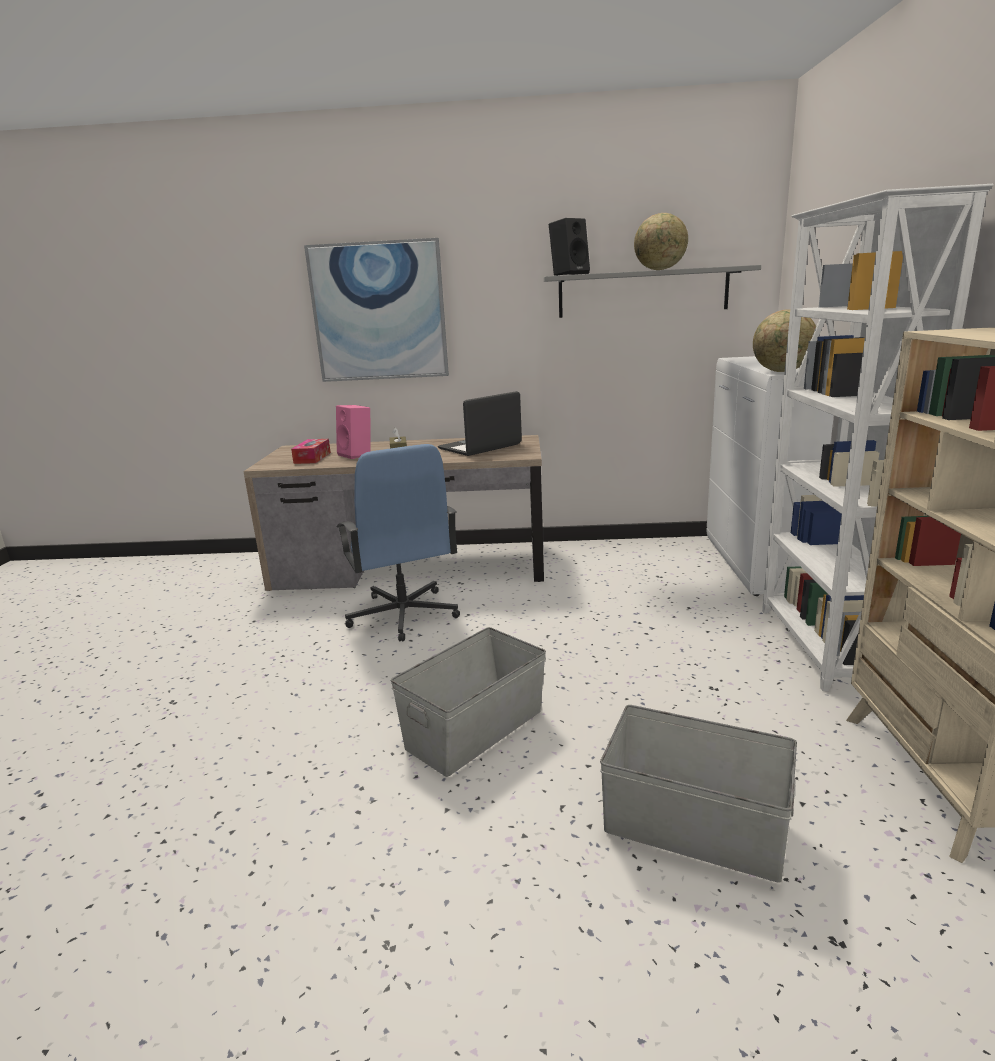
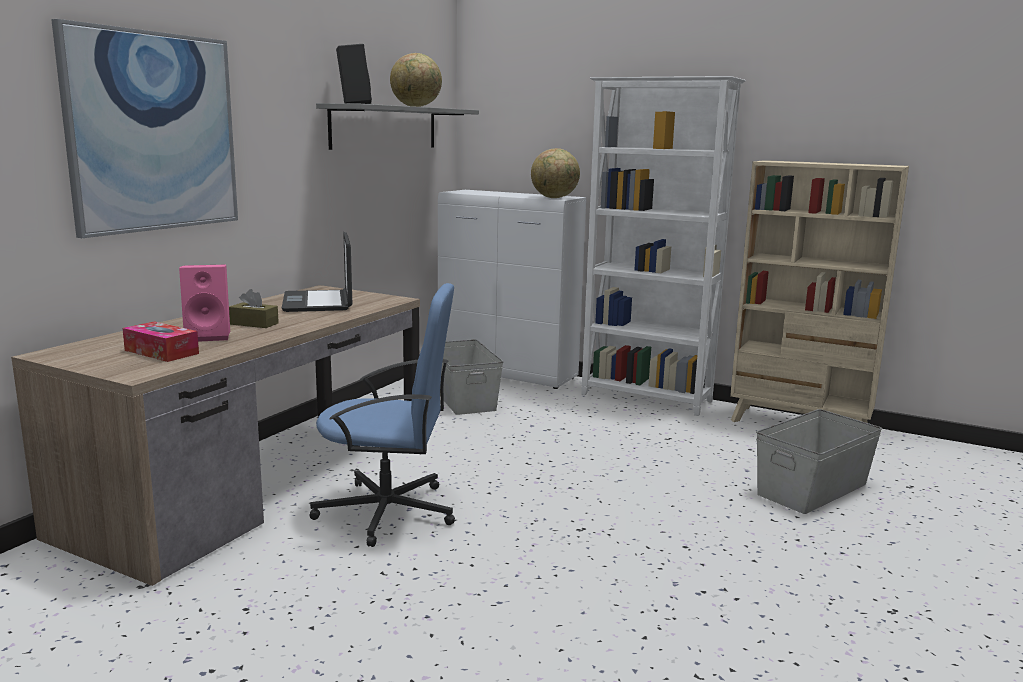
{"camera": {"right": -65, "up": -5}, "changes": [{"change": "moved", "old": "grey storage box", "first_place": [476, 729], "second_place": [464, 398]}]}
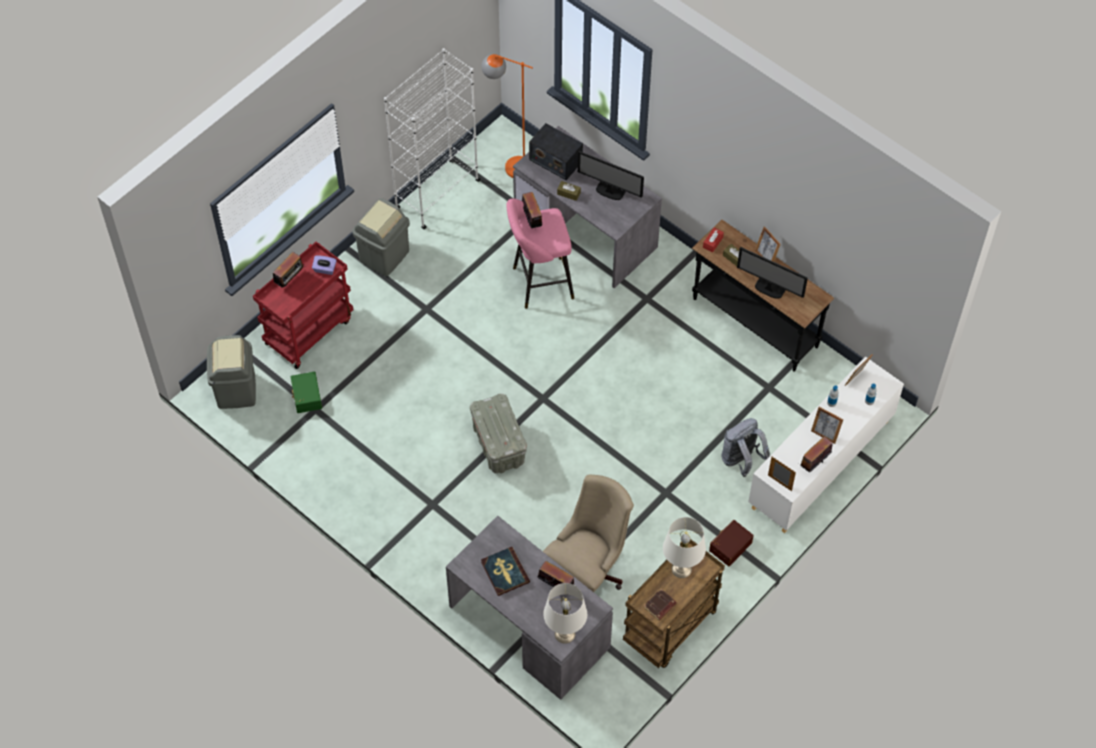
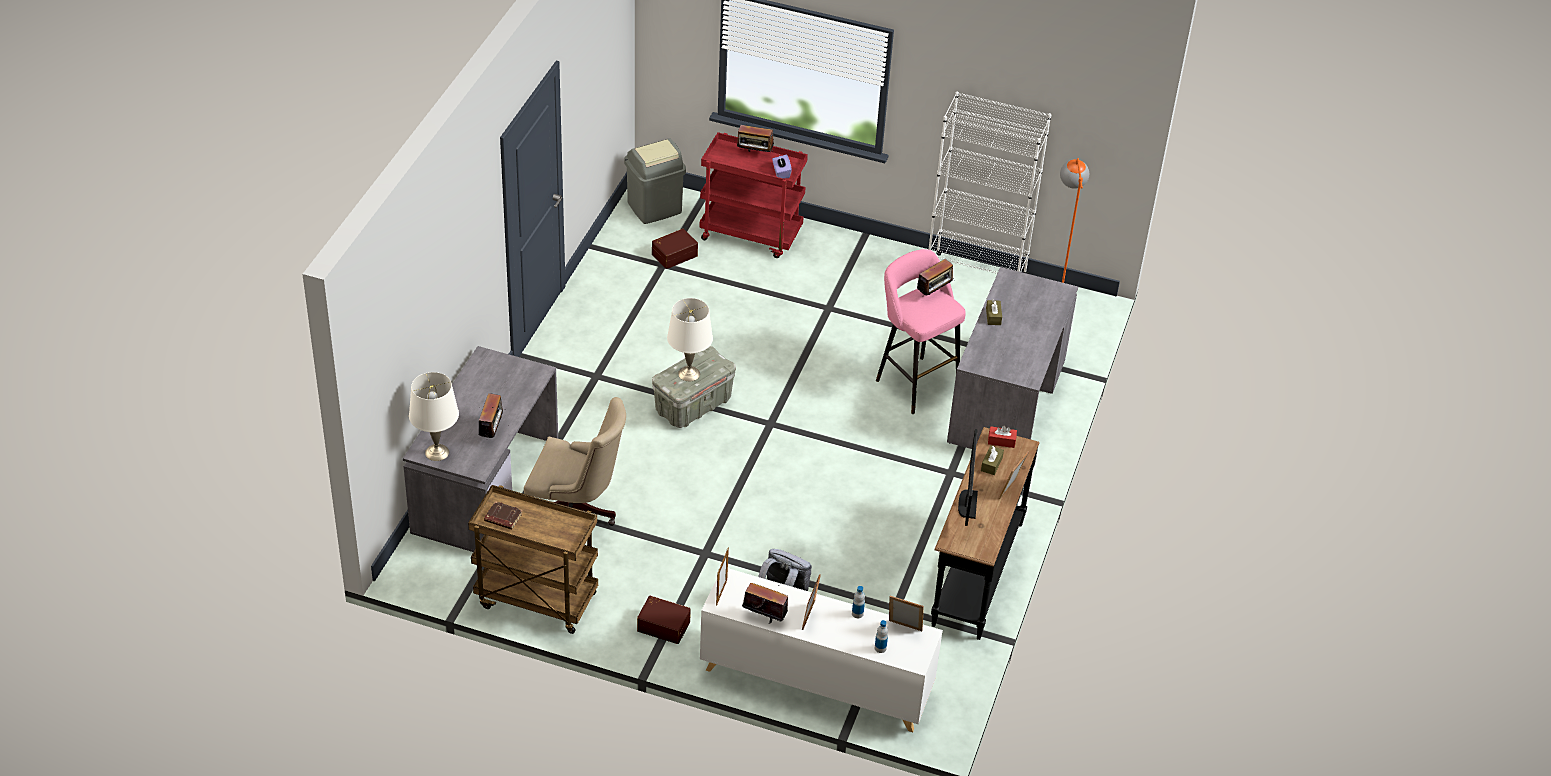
{"camera": {"right": 65, "up": -15}, "changes": [{"change": "recoloured", "old": "green storage box", "new": "brown storage box", "first_place": [306, 396], "second_place": [674, 254]}, {"change": "removed", "old": "grey trash can", "first_place": [384, 255]}, {"change": "removed", "old": "book", "first_place": [504, 572]}, {"change": "removed", "old": "radio", "first_place": [555, 160]}, {"change": "removed", "old": "monitor", "first_place": [609, 192]}, {"change": "moved", "old": "white table lamp", "first_place": [681, 569], "second_place": [689, 373]}]}
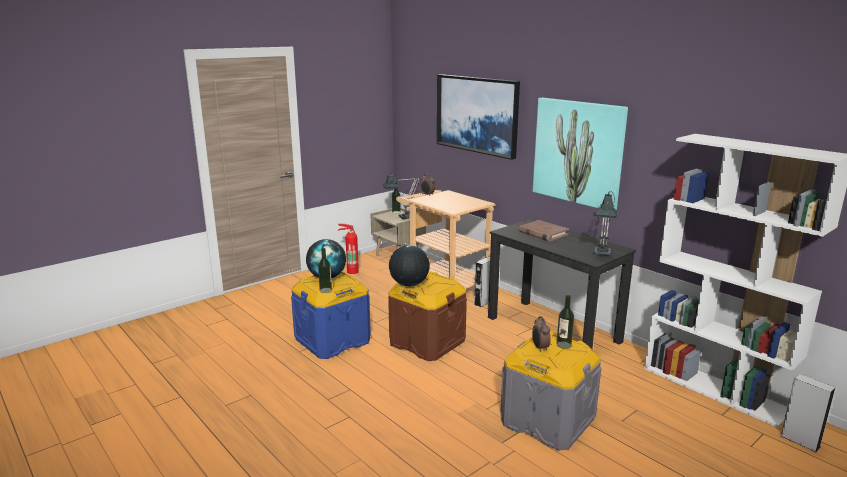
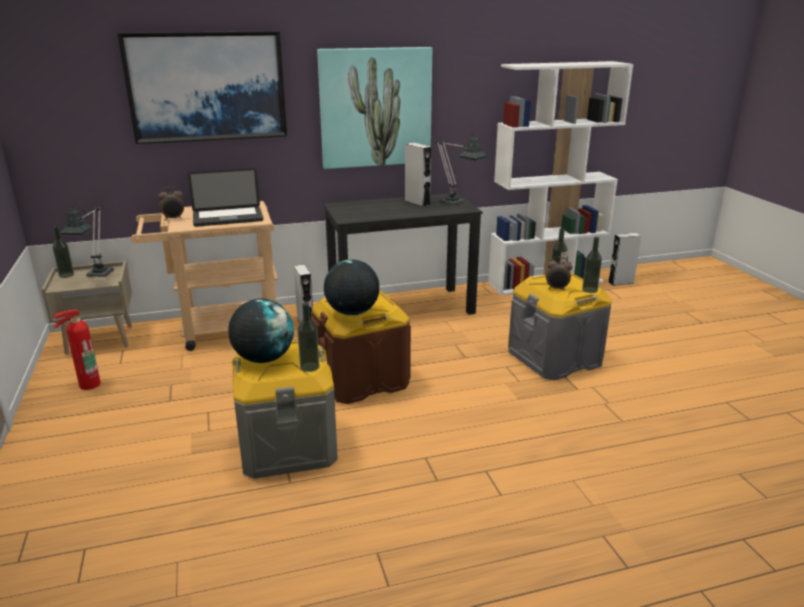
{"camera": {"right": -65, "up": 5}, "changes": [{"change": "recoloured", "old": "blue storage box", "new": "grey storage box", "first_place": [332, 340], "second_place": [287, 446]}, {"change": "removed", "old": "brown book", "first_place": [543, 233]}, {"change": "added", "new": "laptop", "second_place": [228, 218]}, {"change": "added", "new": "grey speaker", "second_place": [417, 202]}, {"change": "added", "new": "bottle", "second_place": [589, 290]}]}
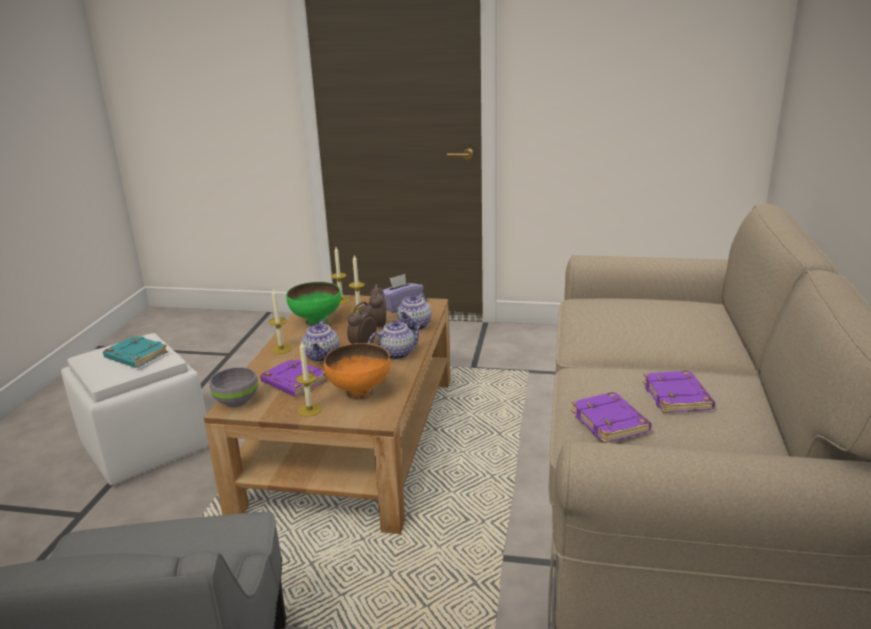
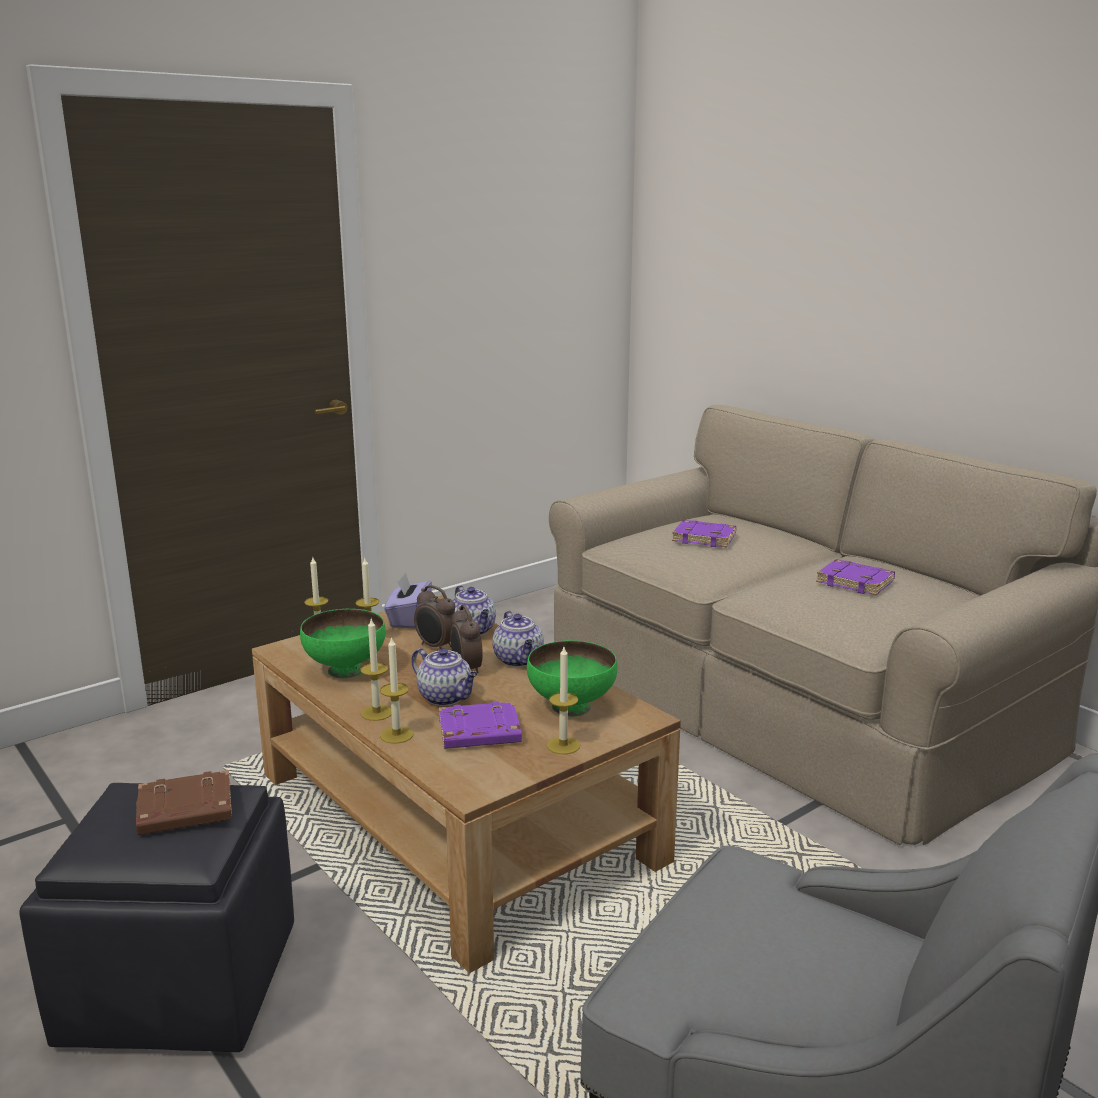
{"camera": {"right": -50, "up": -5}, "changes": [{"change": "recoloured", "old": "white ottoman", "new": "black ottoman", "first_place": [147, 446], "second_place": [184, 983]}, {"change": "recoloured", "old": "turquoise book", "new": "brown book", "first_place": [135, 356], "second_place": [184, 811]}, {"change": "removed", "old": "grey bowl", "first_place": [235, 401]}, {"change": "recoloured", "old": "orange bowl", "new": "green bowl", "first_place": [359, 392], "second_place": [571, 708]}, {"change": "turned", "old": "teapot", "first_place": [397, 353], "second_place": [519, 660], "degrees": 150}, {"change": "moved", "old": "purple book", "first_place": [611, 422], "second_place": [705, 538]}, {"change": "added", "new": "candle", "second_place": [396, 735]}]}
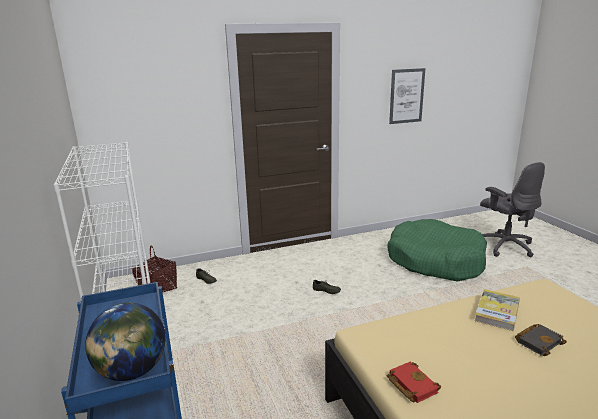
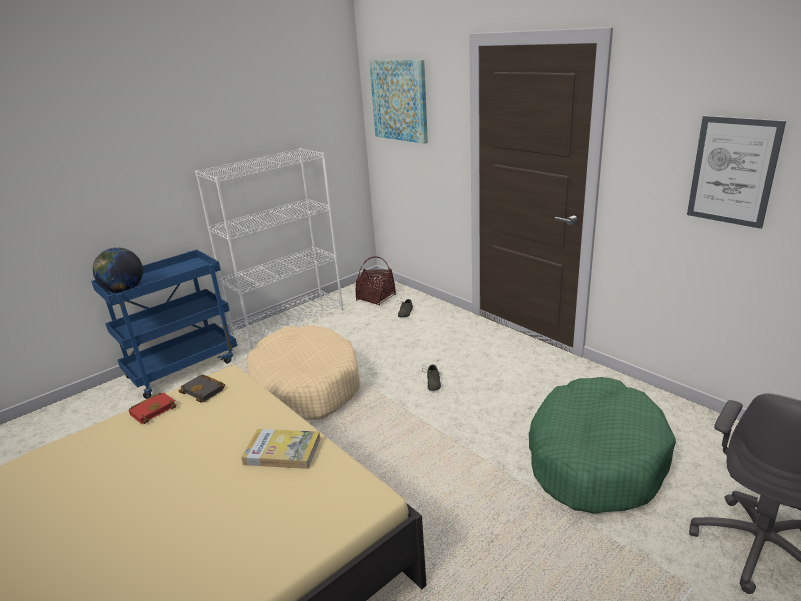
{"camera": {"right": 70, "up": 5}, "changes": [{"change": "moved", "old": "black book", "first_place": [538, 341], "second_place": [204, 391]}, {"change": "added", "new": "beige dog bed", "second_place": [305, 385]}, {"change": "added", "new": "picture", "second_place": [399, 100]}]}
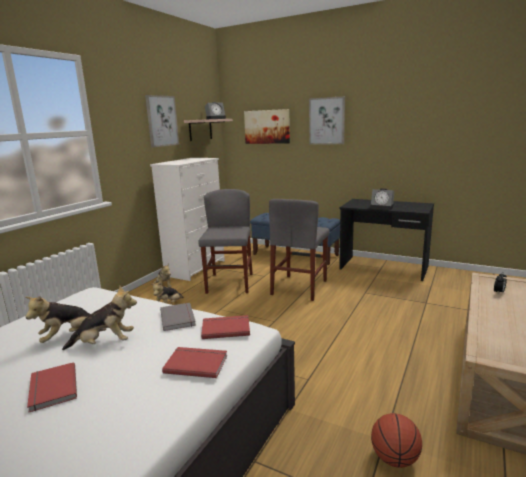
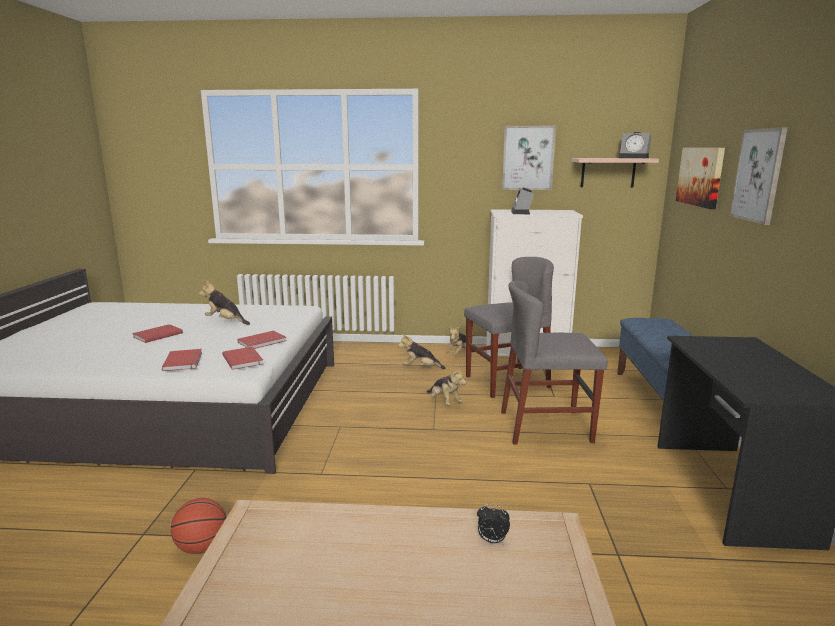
{"camera": {"right": 65, "up": 0}, "changes": [{"change": "moved", "old": "plush toy", "first_place": [105, 343], "second_place": [444, 402]}, {"change": "recoloured", "old": "grey book", "new": "red book", "first_place": [179, 317], "second_place": [263, 342]}, {"change": "moved", "old": "alarm clock", "first_place": [382, 207], "second_place": [522, 213]}]}
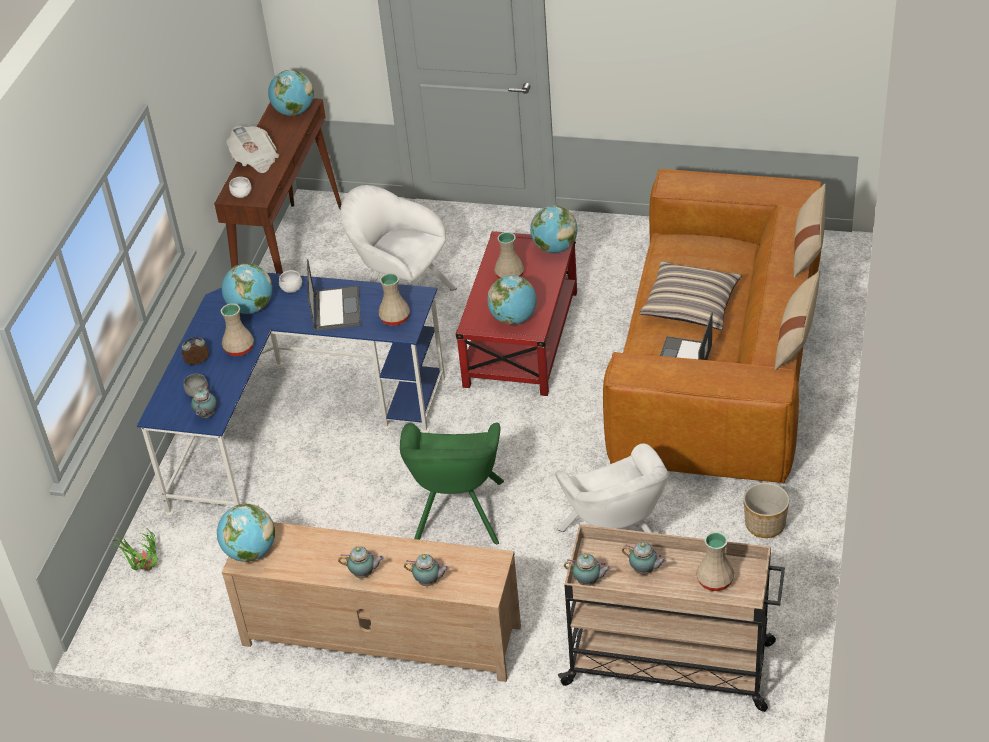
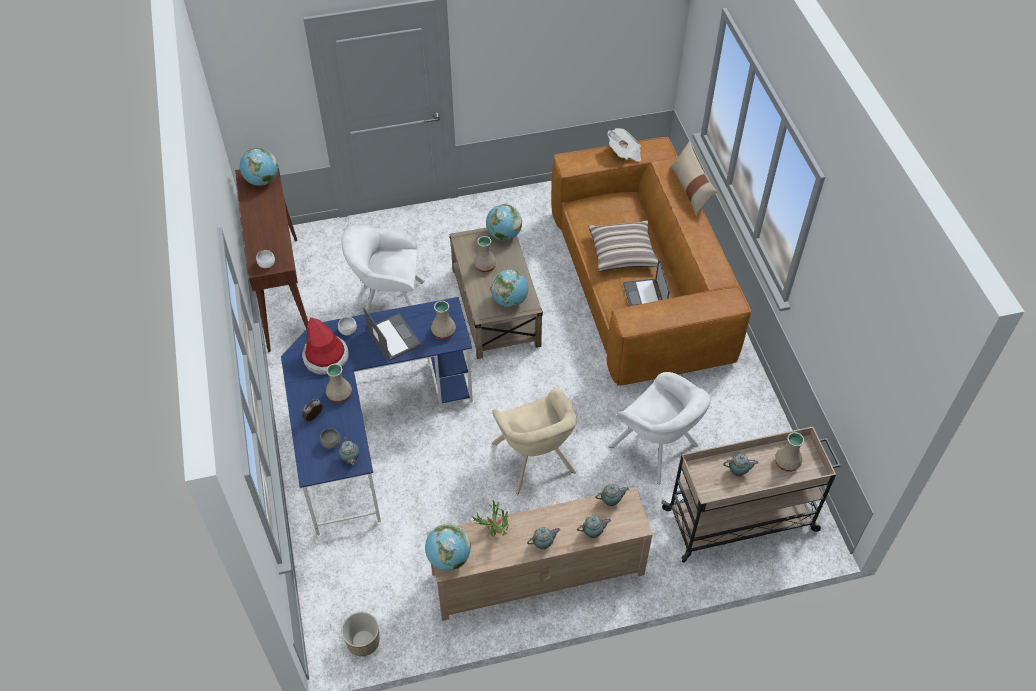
{"camera": {"right": -30, "up": 10}, "changes": [{"change": "moved", "old": "potted plant", "first_place": [144, 572], "second_place": [494, 534]}, {"change": "replaced", "old": "globe", "new": "hat", "first_place": [251, 308], "second_place": [326, 357]}, {"change": "moved", "old": "newspaper", "first_place": [255, 160], "second_place": [624, 153]}, {"change": "recoloured", "old": "green armchair", "new": "beige armchair", "first_place": [458, 516], "second_place": [535, 461]}, {"change": "recoloured", "old": "red coffee table", "new": "beige coffee table", "first_place": [521, 339], "second_place": [495, 307]}, {"change": "moved", "old": "teapot", "first_place": [588, 582], "second_place": [611, 501]}, {"change": "moved", "old": "planter", "first_place": [765, 525], "second_place": [363, 641]}, {"change": "removed", "old": "beige pillow", "first_place": [796, 337]}]}
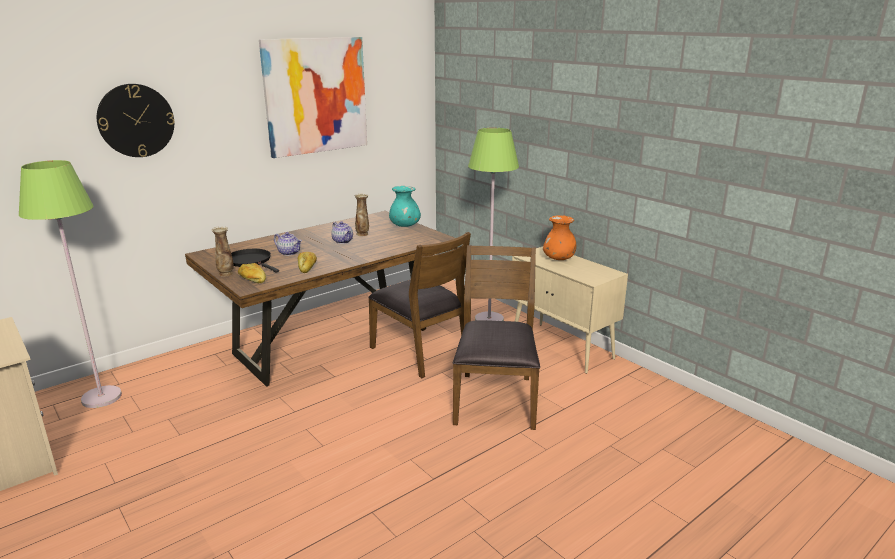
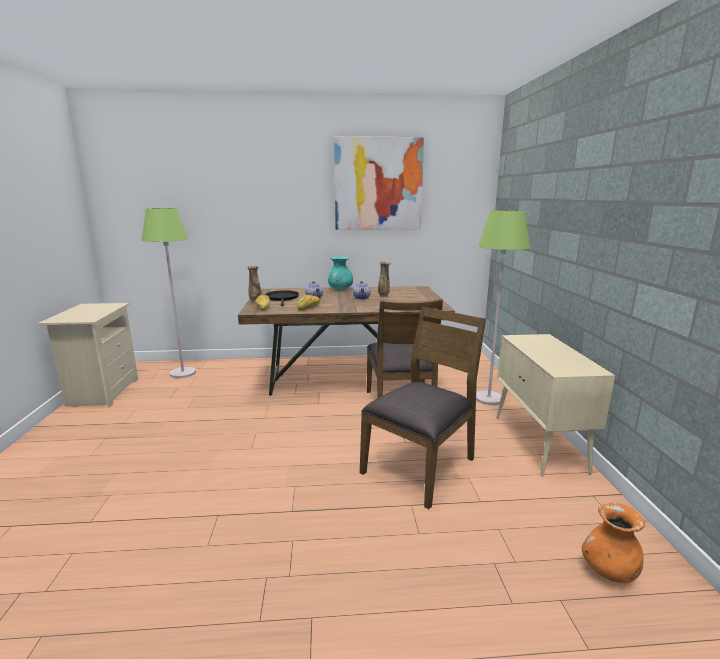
{"camera": {"right": 35, "up": -5}, "changes": [{"change": "removed", "old": "wall clock", "first_place": [136, 120]}, {"change": "moved", "old": "turquoise vase", "first_place": [405, 226], "second_place": [340, 289]}, {"change": "moved", "old": "orange vase", "first_place": [558, 259], "second_place": [608, 571]}]}
